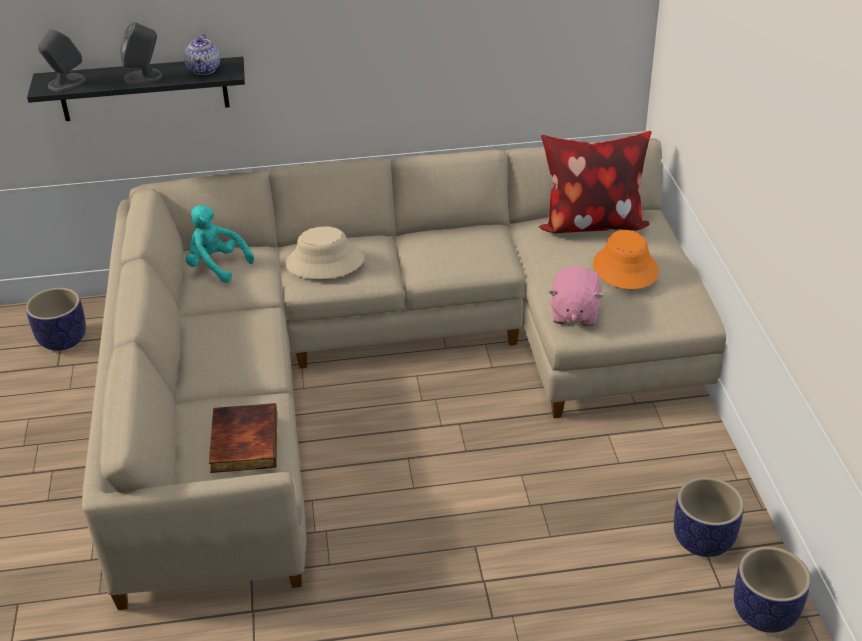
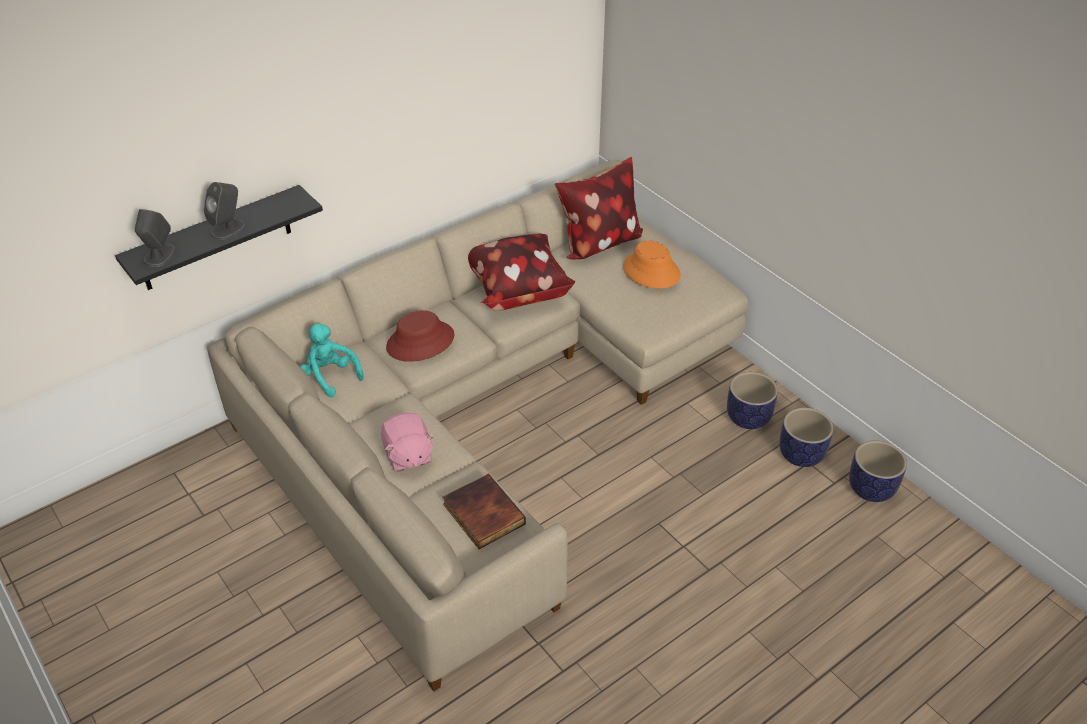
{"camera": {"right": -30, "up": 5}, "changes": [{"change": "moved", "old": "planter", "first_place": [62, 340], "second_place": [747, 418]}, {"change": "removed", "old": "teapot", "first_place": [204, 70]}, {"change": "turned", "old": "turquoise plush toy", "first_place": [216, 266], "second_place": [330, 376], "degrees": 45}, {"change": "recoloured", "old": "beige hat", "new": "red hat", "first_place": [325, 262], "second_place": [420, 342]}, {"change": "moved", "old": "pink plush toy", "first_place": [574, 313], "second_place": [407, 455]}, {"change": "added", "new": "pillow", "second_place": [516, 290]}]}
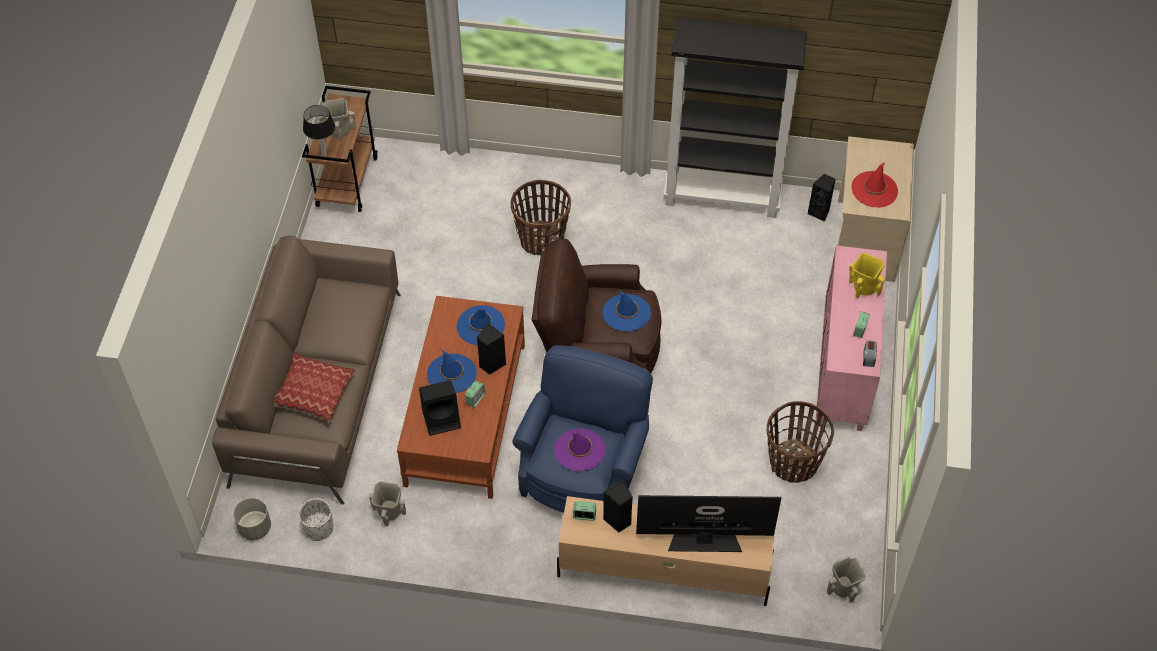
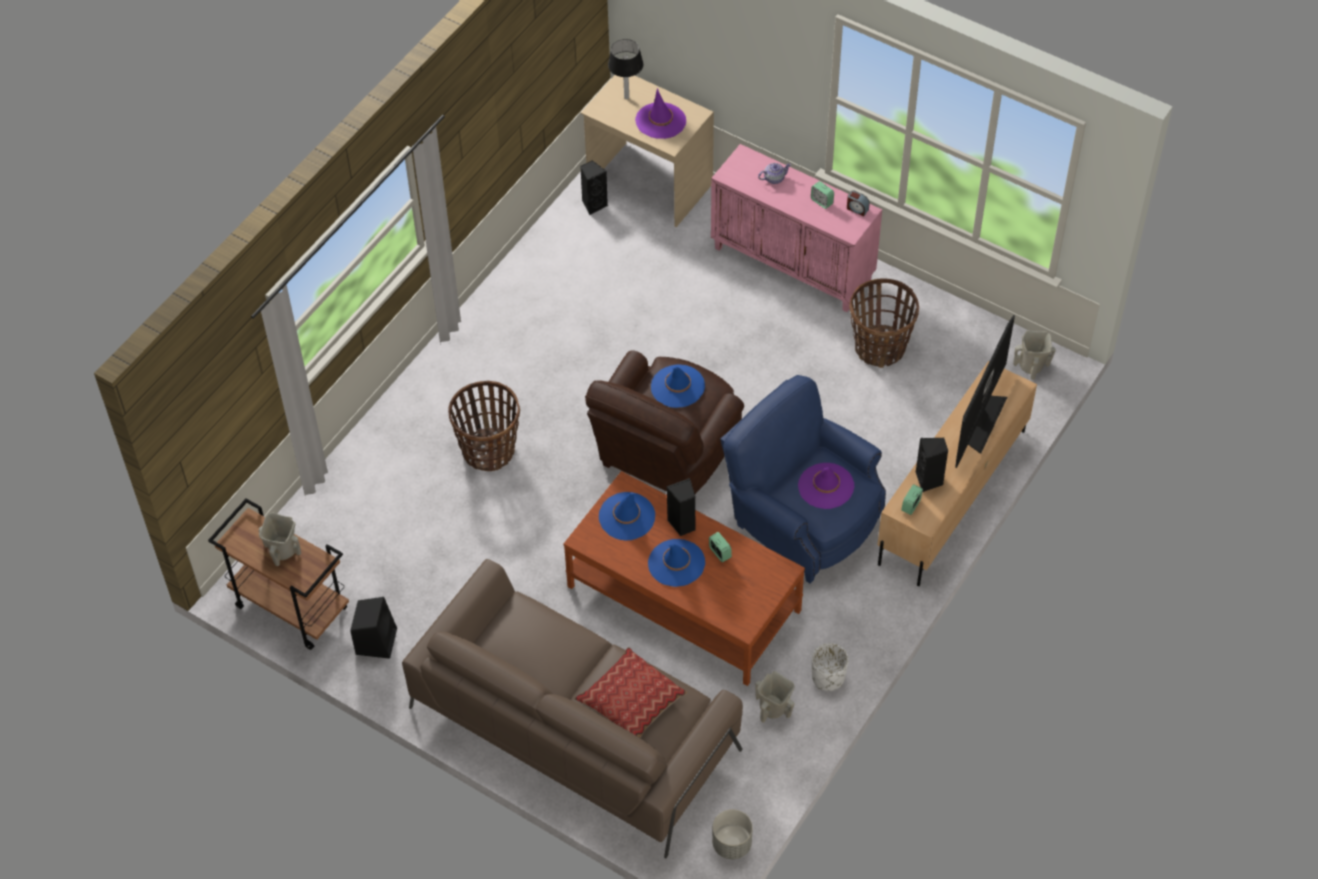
{"camera": {"right": -65, "up": 0}, "changes": [{"change": "moved", "old": "white planter", "first_place": [318, 528], "second_place": [828, 678]}, {"change": "moved", "old": "table lamp", "first_place": [324, 155], "second_place": [626, 97]}, {"change": "moved", "old": "black speaker", "first_place": [442, 418], "second_place": [376, 640]}, {"change": "removed", "old": "black bookcase", "first_place": [723, 197]}, {"change": "replaced", "old": "yellow vase", "new": "teapot", "first_place": [863, 287], "second_place": [774, 178]}, {"change": "recoloured", "old": "red hat", "new": "purple hat", "first_place": [874, 189], "second_place": [660, 121]}]}
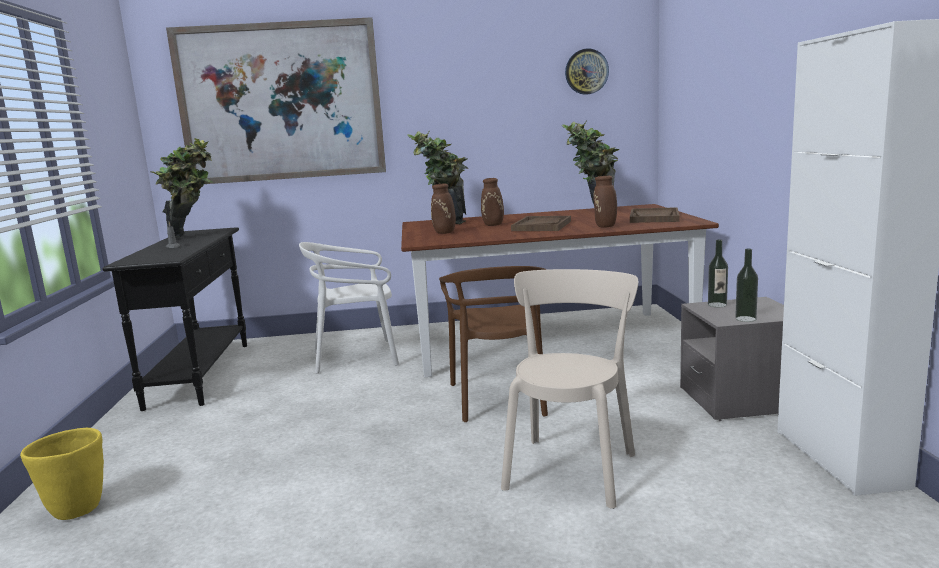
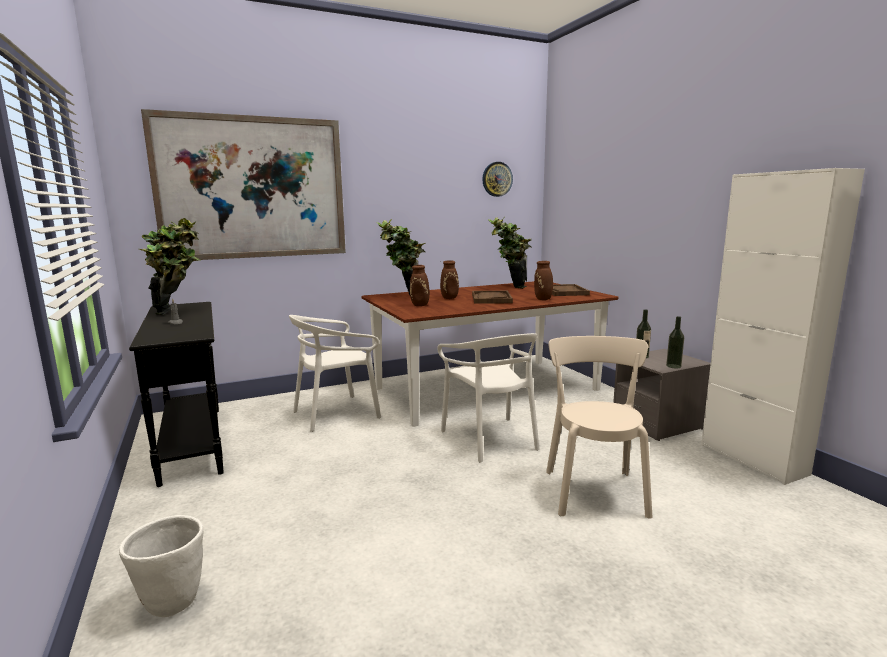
{"camera": {"right": -20, "up": 0}, "changes": [{"change": "recoloured", "old": "yellow planter", "new": "white planter", "first_place": [76, 509], "second_place": [172, 602]}, {"change": "recoloured", "old": "brown chair", "new": "white chair", "first_place": [500, 398], "second_place": [490, 439]}]}
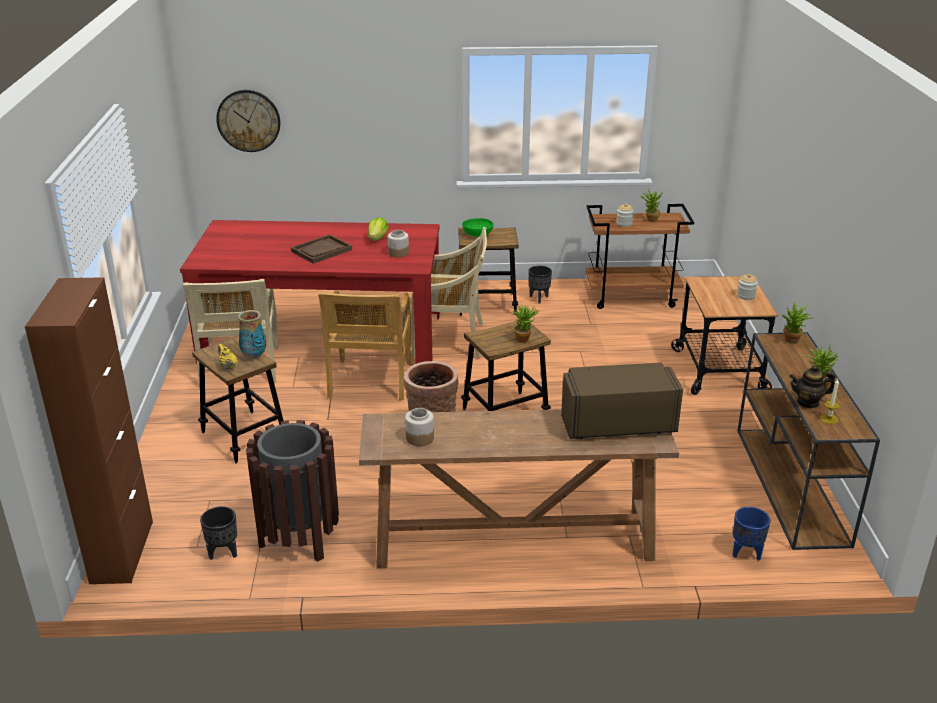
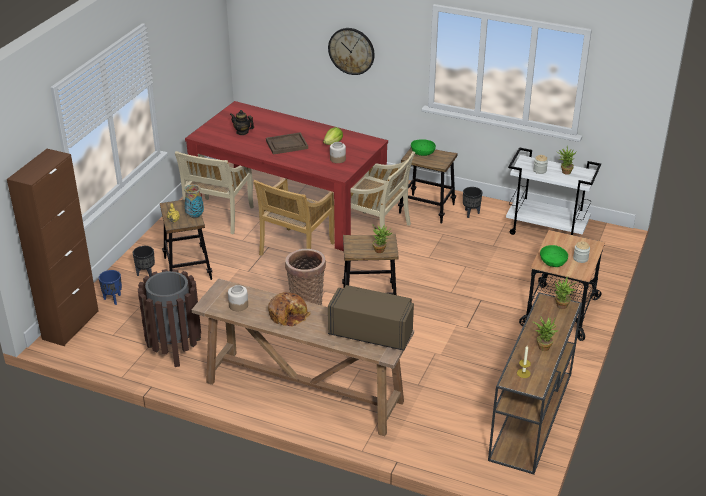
{"camera": {"right": 25, "up": 5}, "changes": [{"change": "moved", "old": "black planter", "first_place": [223, 552], "second_place": [146, 274]}, {"change": "moved", "old": "wall clock", "first_place": [248, 120], "second_place": [351, 51]}, {"change": "recoloured", "old": "brown cart", "new": "white cart", "first_place": [632, 297], "second_place": [547, 230]}, {"change": "moved", "old": "blue planter", "first_place": [745, 553], "second_place": [113, 299]}, {"change": "moved", "old": "teapot", "first_place": [808, 402], "second_place": [242, 132]}, {"change": "added", "new": "bread", "second_place": [288, 314]}, {"change": "added", "new": "green bowl", "second_place": [553, 262]}]}
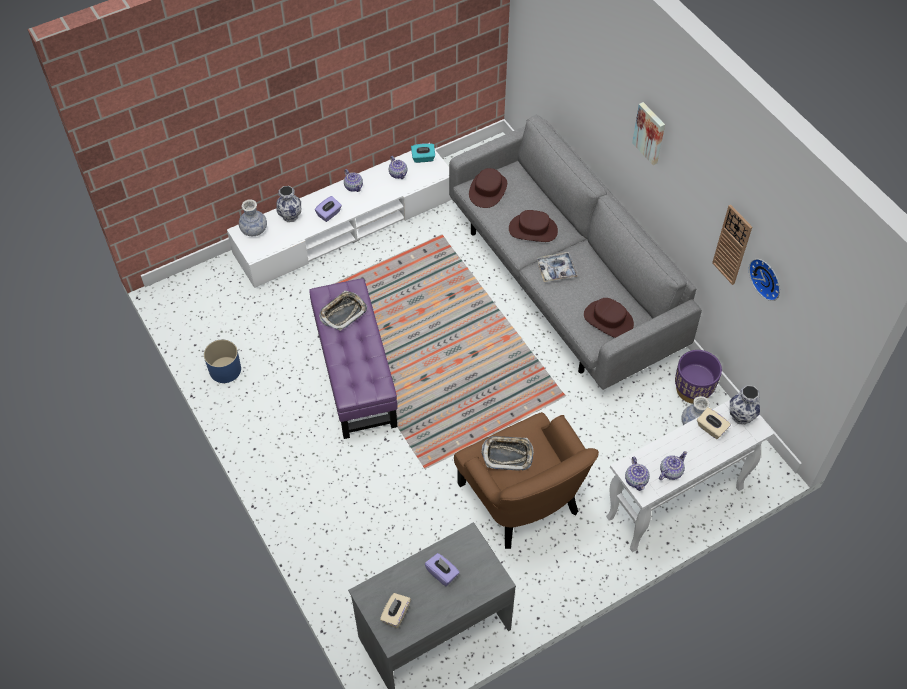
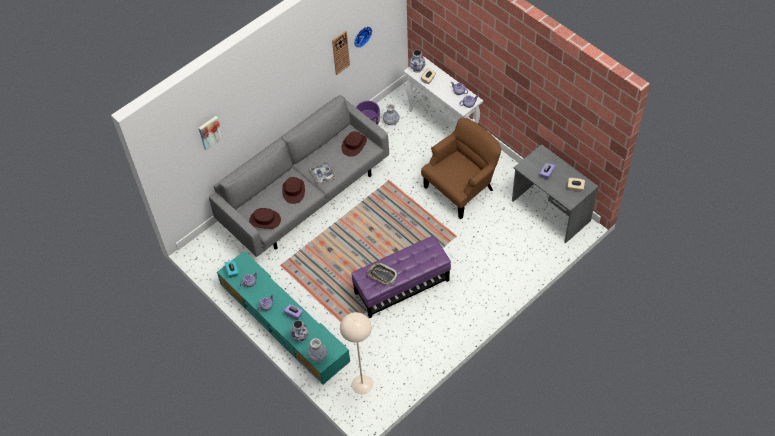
{"camera": {"right": -100, "up": 0}, "changes": [{"change": "removed", "old": "blue planter", "first_place": [225, 369]}, {"change": "recoloured", "old": "white tv stand", "new": "turquoise tv stand", "first_place": [346, 226], "second_place": [283, 322]}, {"change": "removed", "old": "tray", "first_place": [507, 455]}, {"change": "moved", "old": "picture", "first_place": [650, 133], "second_place": [210, 132]}, {"change": "added", "new": "beige floor lamp", "second_place": [362, 384]}]}
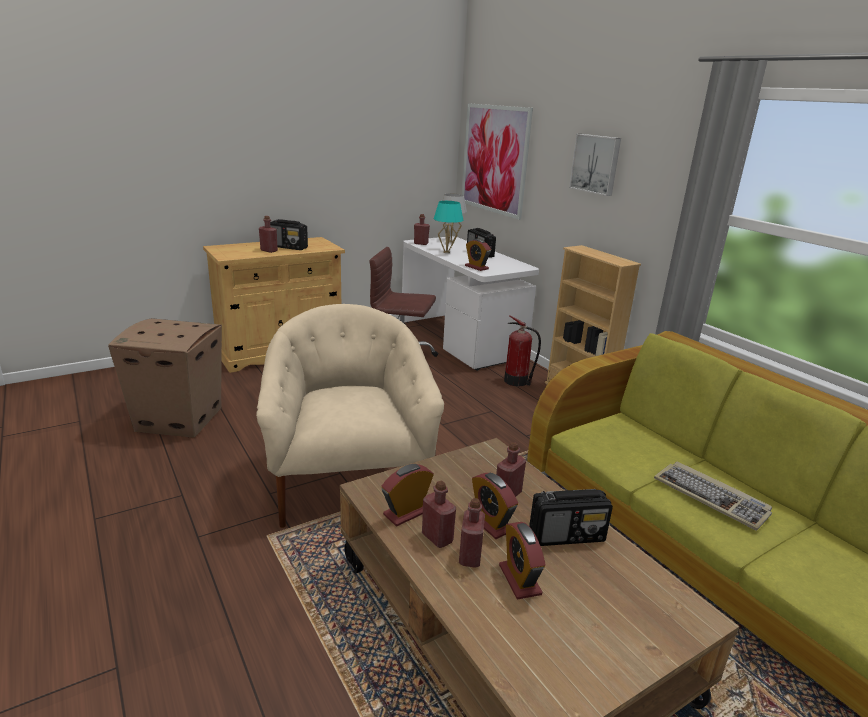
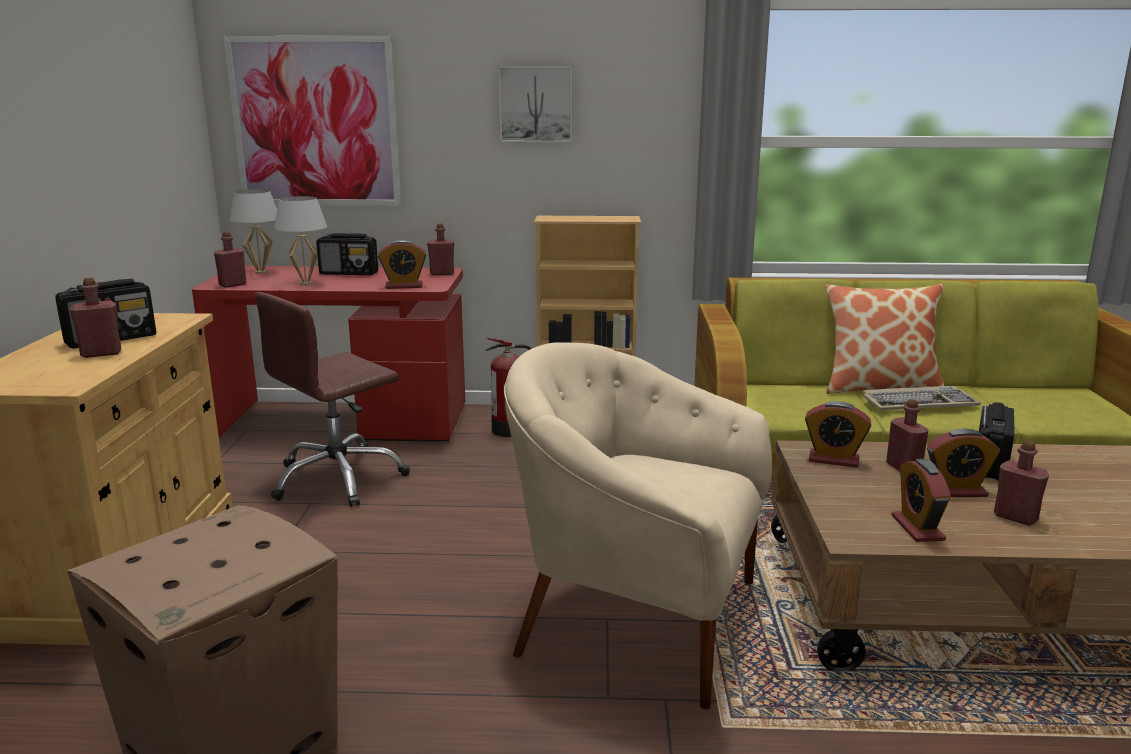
{"camera": {"right": -55, "up": -5}, "changes": [{"change": "recoloured", "old": "white desk", "new": "red desk", "first_place": [461, 340], "second_place": [346, 422]}, {"change": "moved", "old": "red bottle", "first_place": [437, 538], "second_place": [442, 273]}, {"change": "recoloured", "old": "turquoise table lamp", "new": "white table lamp", "first_place": [446, 252], "second_place": [306, 283]}, {"change": "moved", "old": "alarm clock", "first_place": [519, 580], "second_place": [833, 460]}, {"change": "added", "new": "pillow", "second_place": [879, 387]}]}
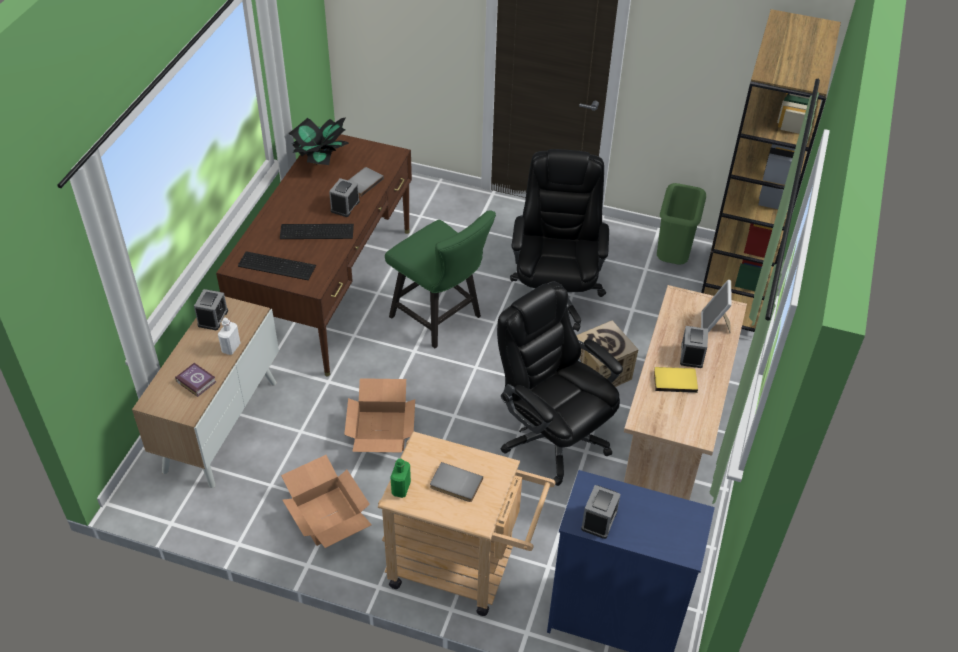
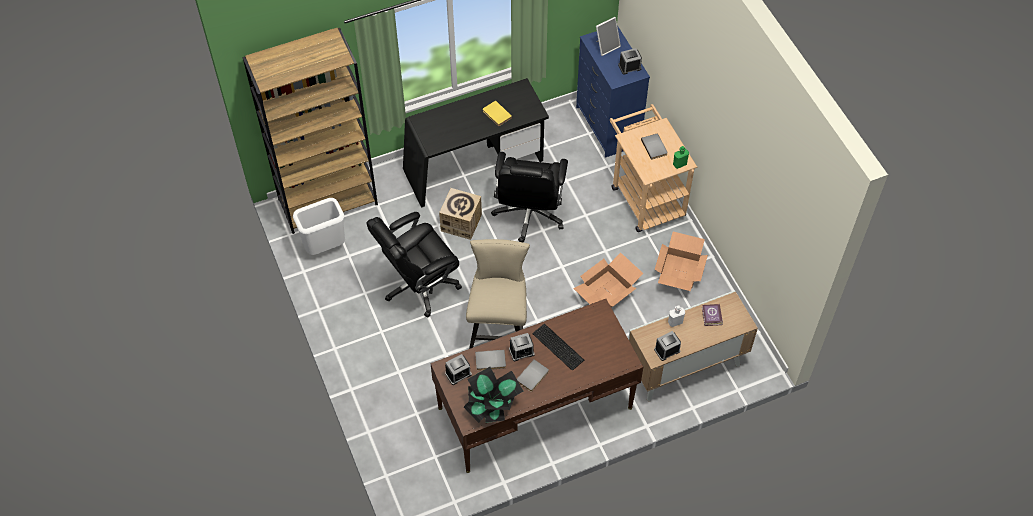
{"camera": {"right": -130, "up": 10}, "changes": [{"change": "removed", "old": "keyboard", "first_place": [276, 265]}, {"change": "recoloured", "old": "green chair", "new": "beige chair", "first_place": [440, 319], "second_place": [499, 327]}, {"change": "recoloured", "old": "beige desk", "new": "black desk", "first_place": [671, 435], "second_place": [475, 167]}, {"change": "recoloured", "old": "green trash can", "new": "white trash can", "first_place": [673, 259], "second_place": [325, 247]}, {"change": "moved", "old": "alarm clock", "first_place": [691, 355], "second_place": [458, 374]}, {"change": "moved", "old": "picture frame", "first_place": [714, 326], "second_place": [606, 46]}, {"change": "added", "new": "grey book", "second_place": [533, 377]}]}
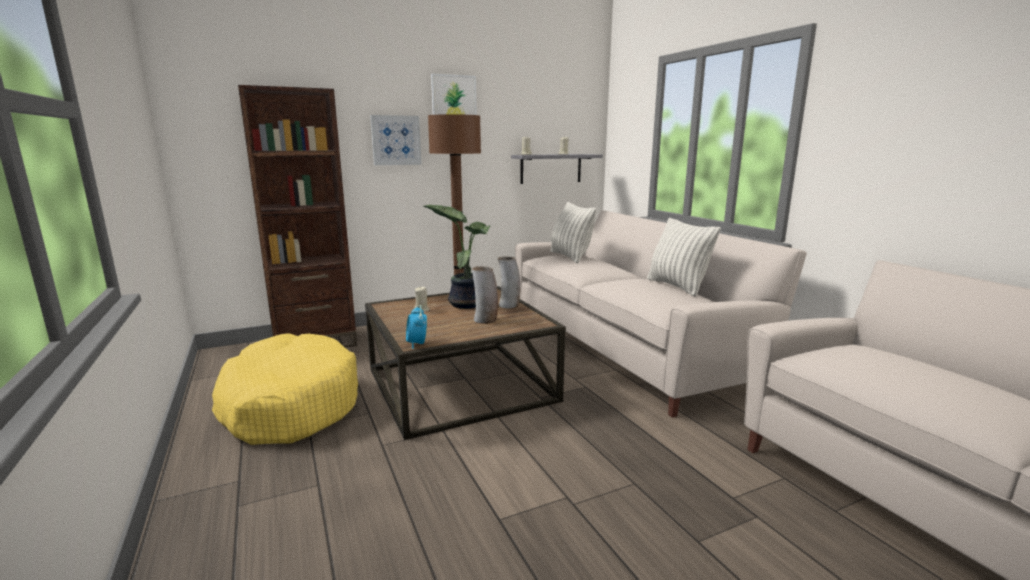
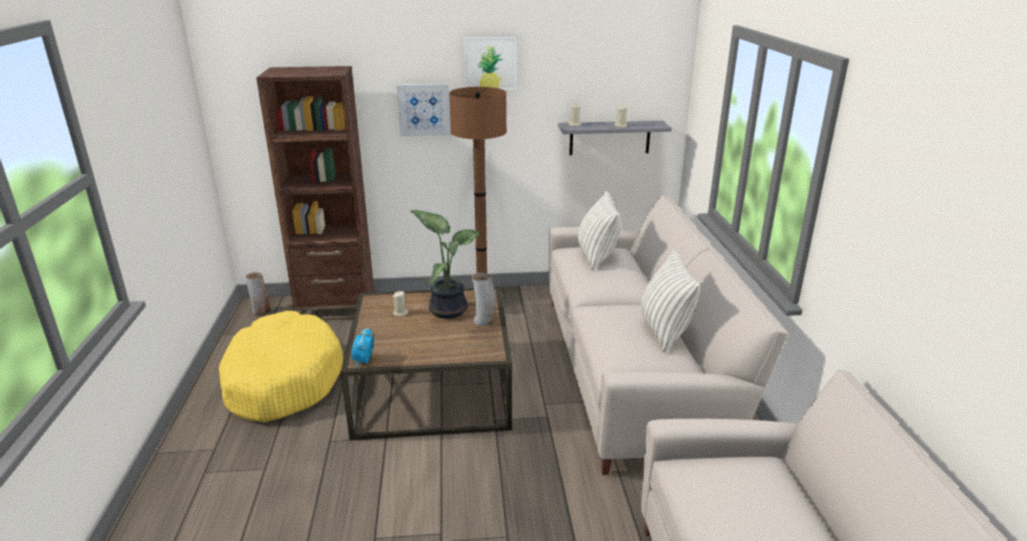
{"camera": {"right": 20, "up": 10}, "changes": [{"change": "moved", "old": "vase", "first_place": [485, 320], "second_place": [261, 311]}]}
